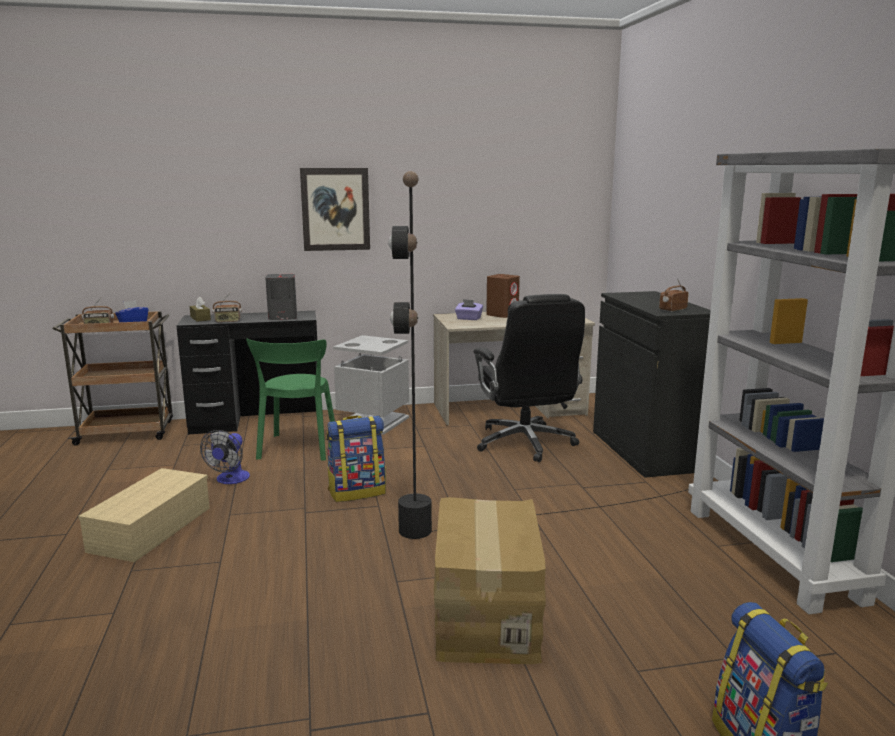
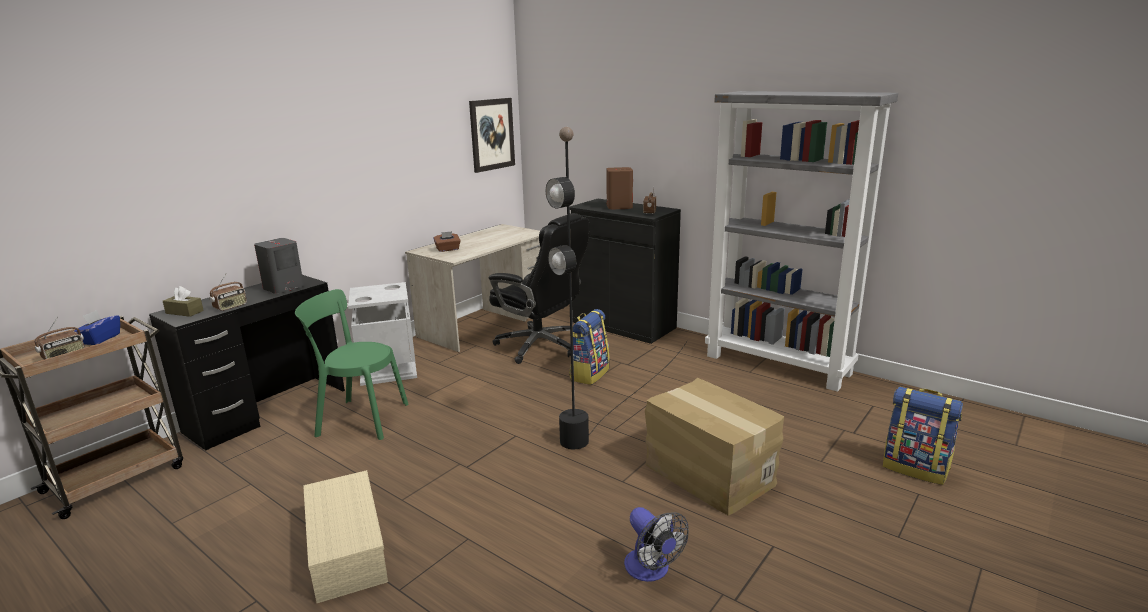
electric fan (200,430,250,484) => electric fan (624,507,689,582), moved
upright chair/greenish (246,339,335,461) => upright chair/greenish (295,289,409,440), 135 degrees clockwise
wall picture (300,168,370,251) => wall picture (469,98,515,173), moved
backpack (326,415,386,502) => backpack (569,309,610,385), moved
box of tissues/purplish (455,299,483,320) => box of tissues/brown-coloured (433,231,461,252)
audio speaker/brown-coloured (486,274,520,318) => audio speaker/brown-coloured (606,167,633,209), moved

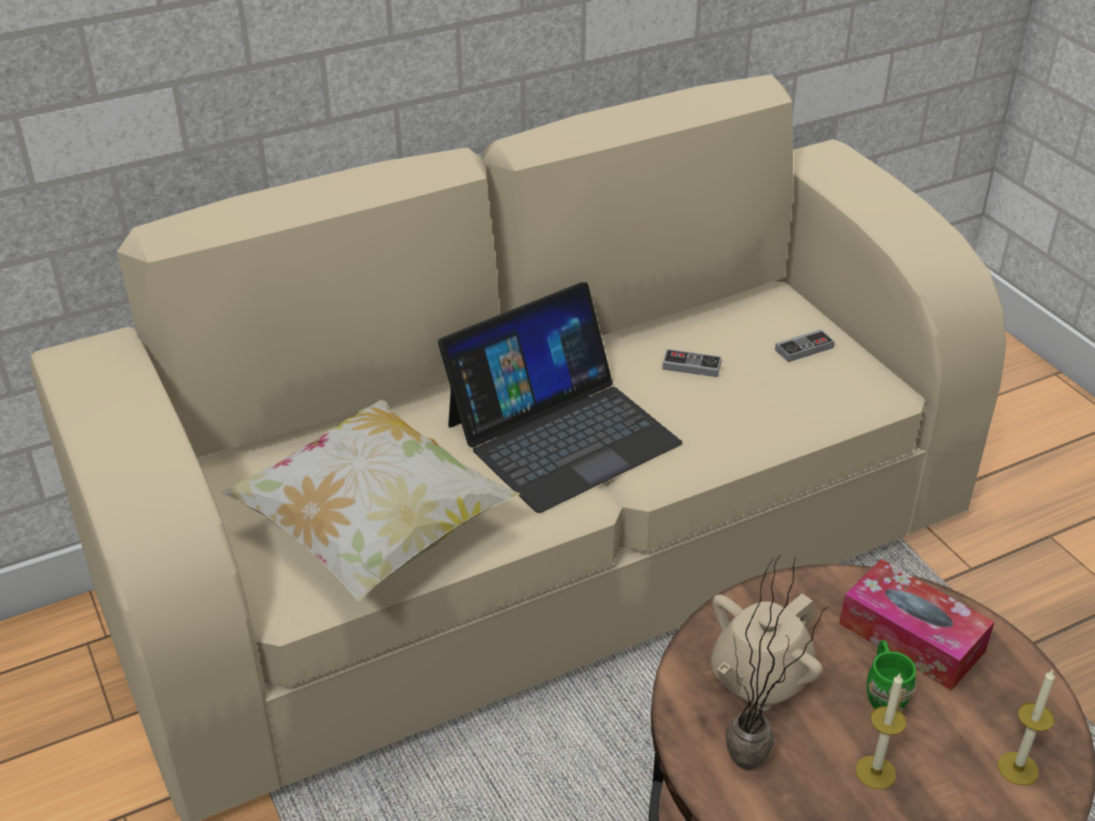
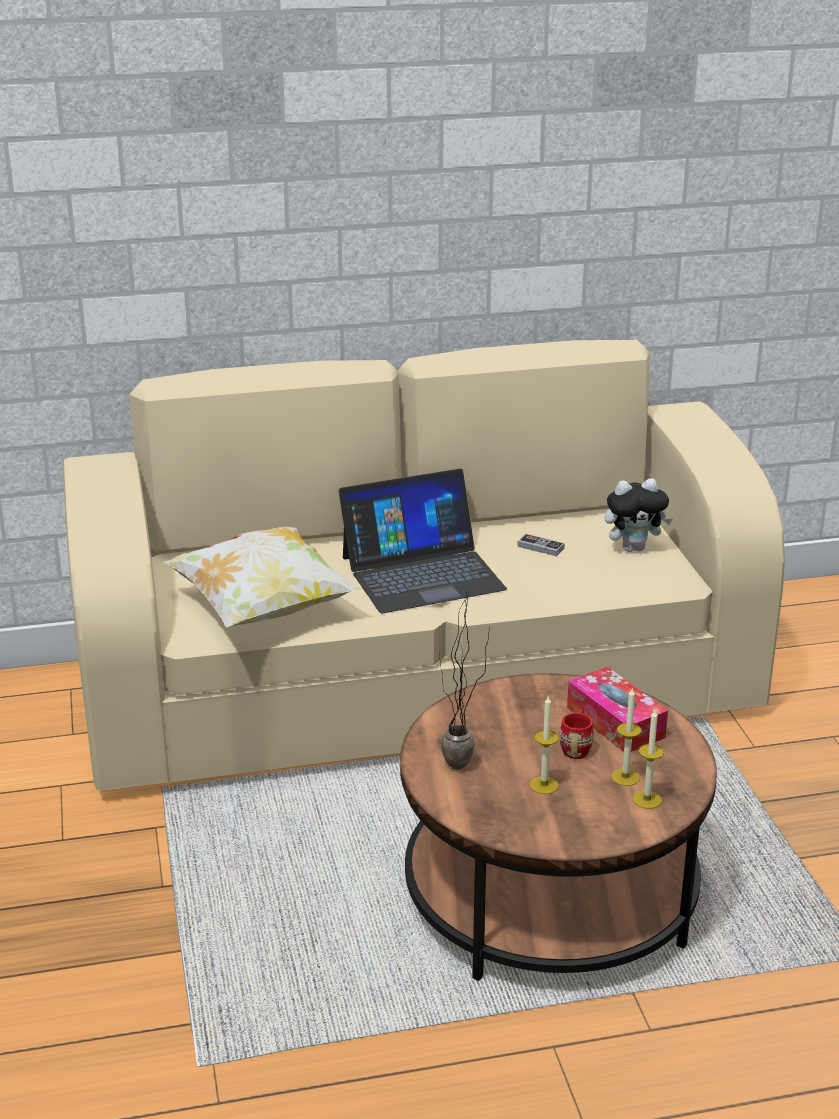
tea pot/beige-coloured (711,593,823,711) => nothing
joypad (775,329,835,362) => plush toy (605,478,673,552)
coffee mug/greenish (867,640,916,711) => coffee mug/red-coloured (559,709,594,759)
nothing => wax candle (611,687,642,786)

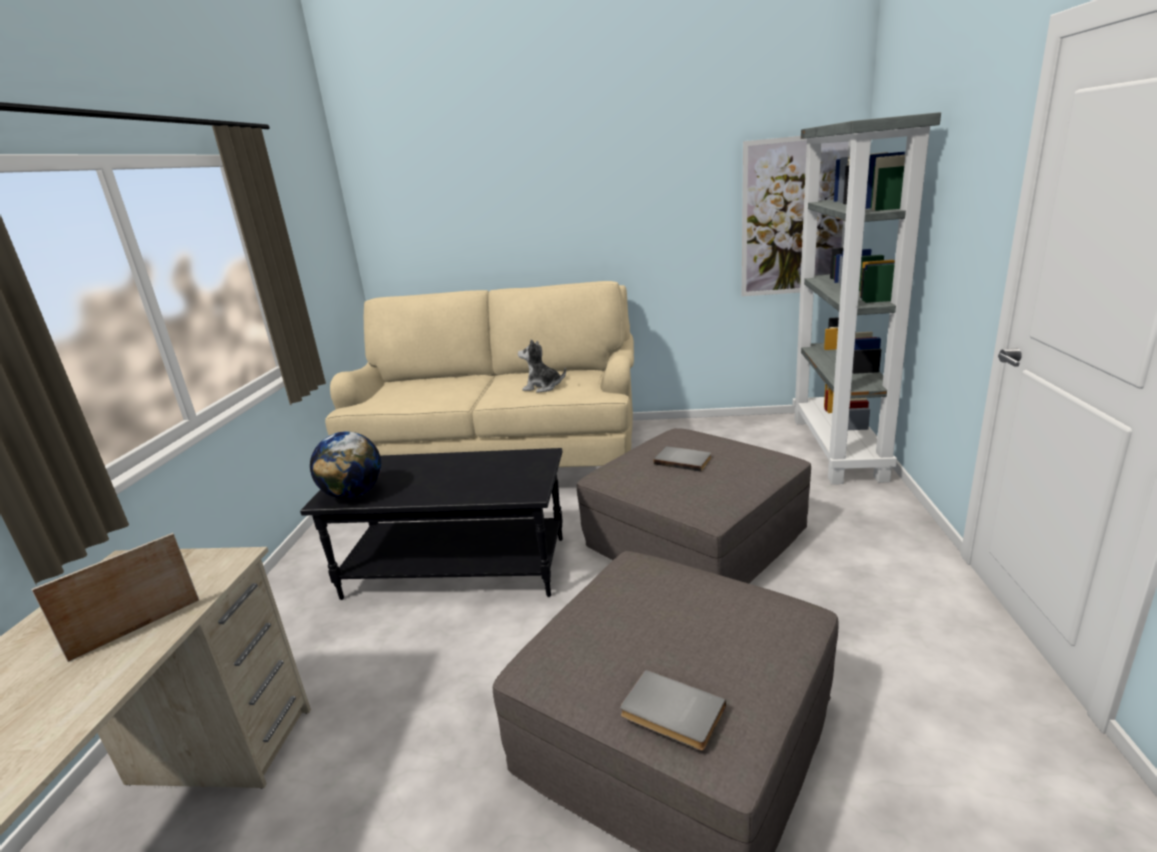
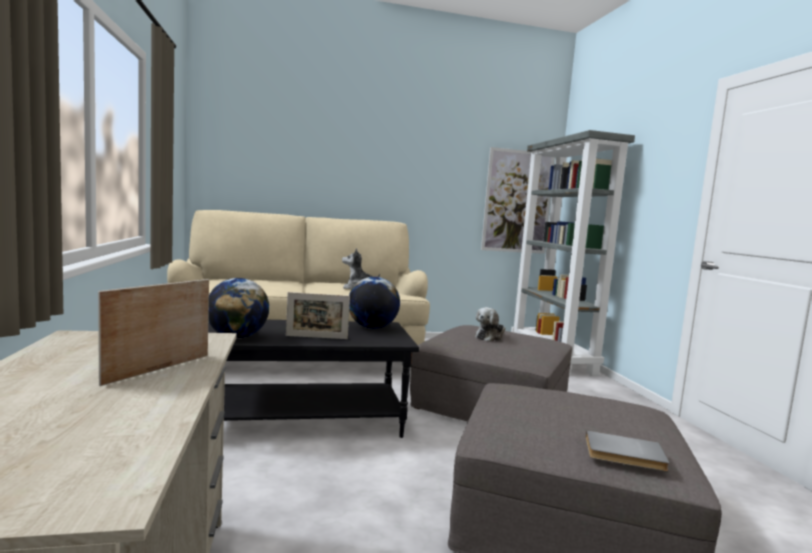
volume/gray (654,446,712,472) => plush toy (475,307,506,342)
nothing => picture frame (286,292,350,339)
nothing => desk globe (349,277,400,329)

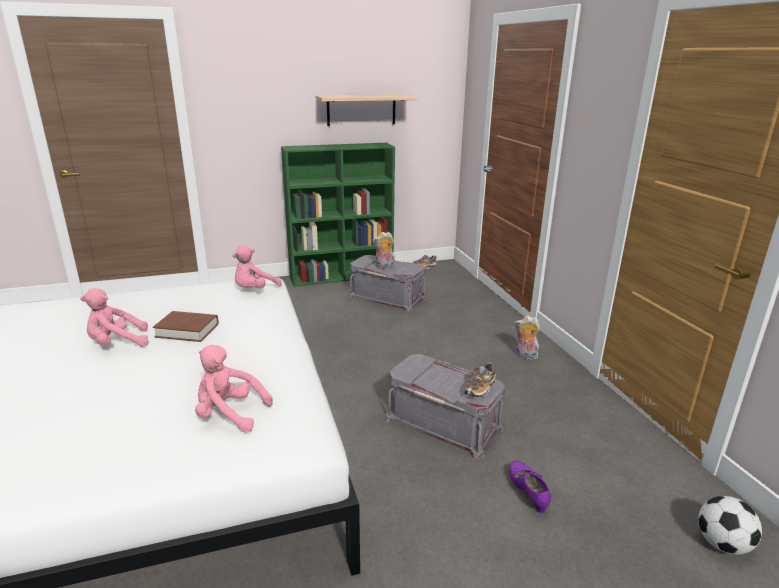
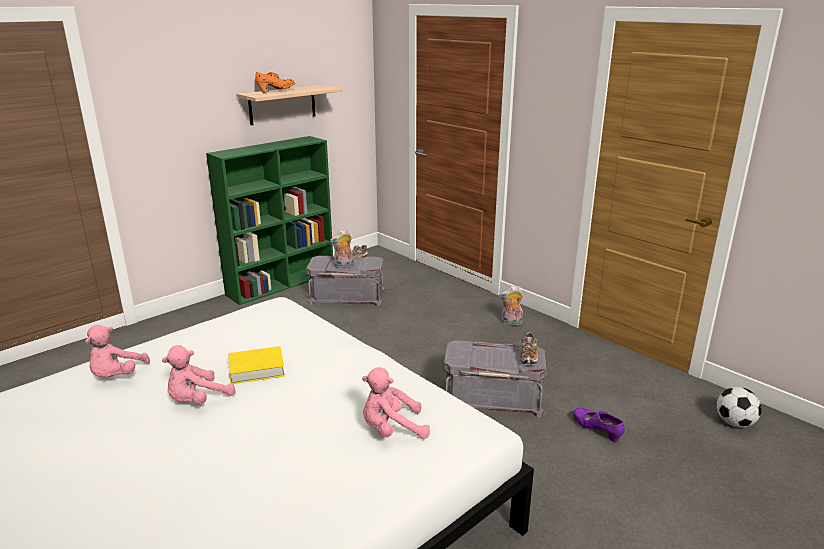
volume/brown-coloured (153,311,219,342) => volume/yellow (228,346,285,384)
plush toy/pink-coloured (233,245,282,289) => plush toy/pink-coloured (85,324,150,378), moved
nothing => item of footwear/orangey (255,72,295,93)

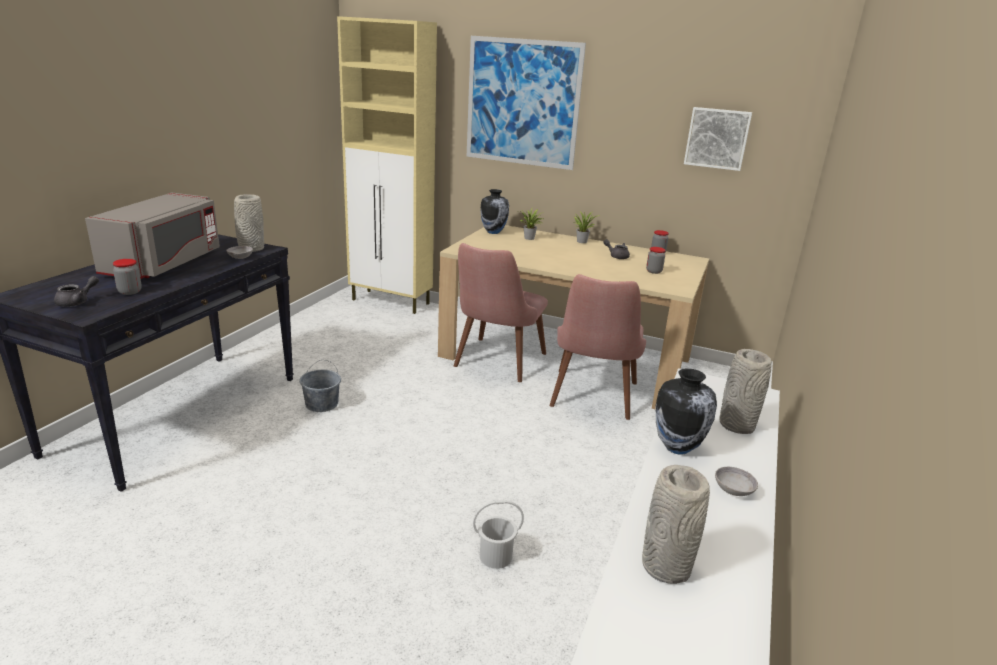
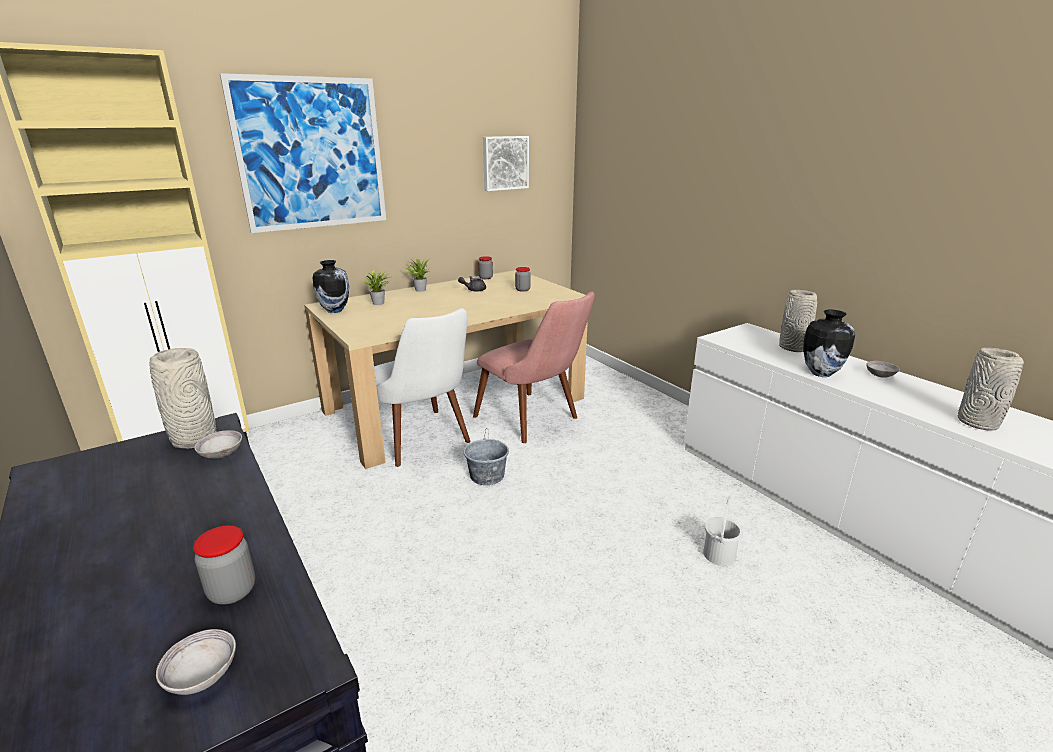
tea pot/gray (54,276,99,307) => serving bowl/gray (156,629,236,695)
microwave/gray (85,192,220,279) => nothing
water bucket/gray (299,360,341,412) => water bucket/gray (464,428,509,485), moved
upright chair/pink-coloured (454,243,548,382) => upright chair/white-coloured (374,308,471,467)

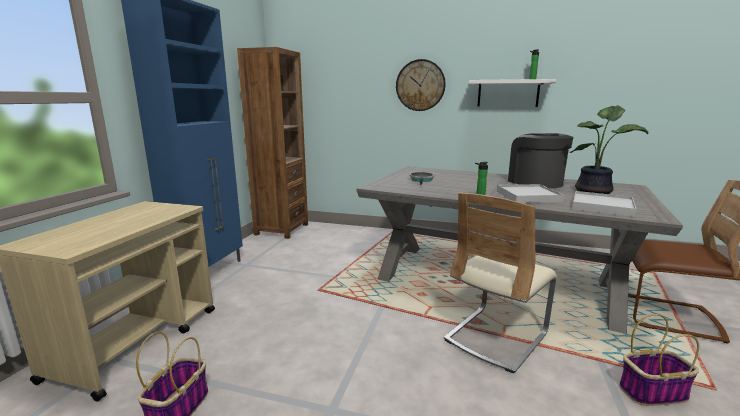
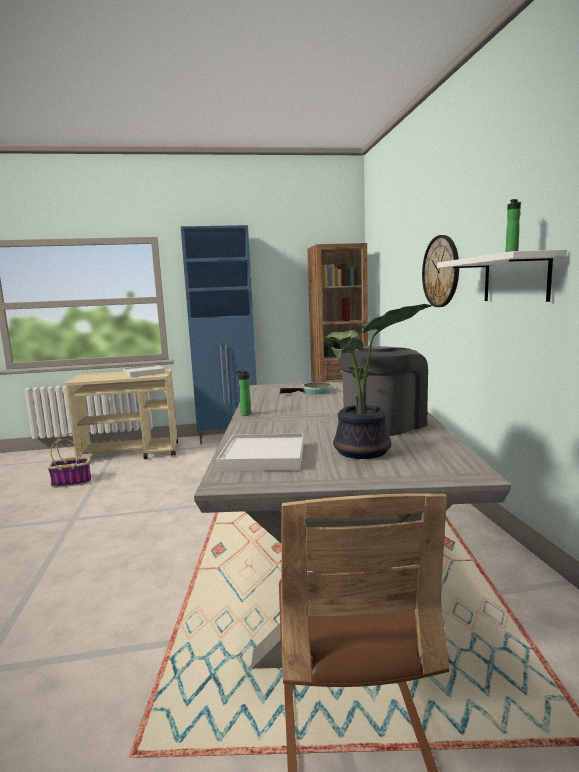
upright chair/beige-coloured (444,193,557,373) => nothing
carrying tray/white-coloured (497,184,564,203) => carrying tray/white-coloured (123,364,165,377), moved
basket (619,314,699,406) => nothing

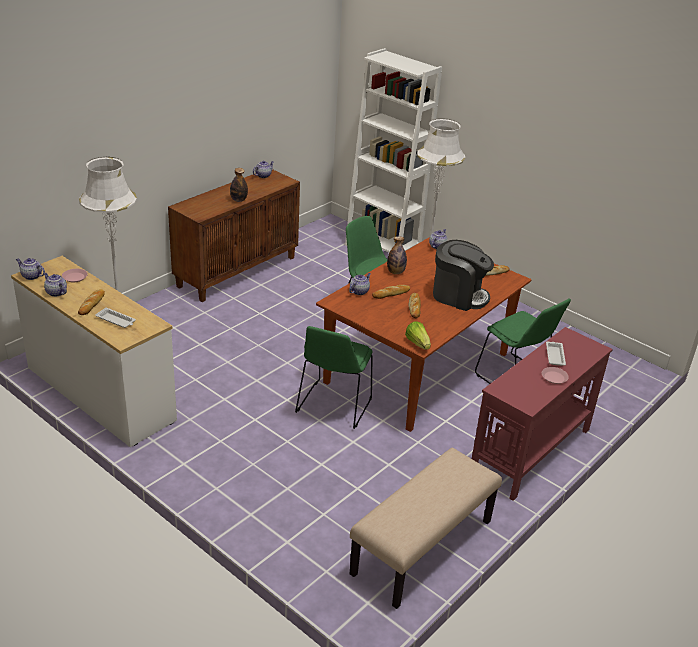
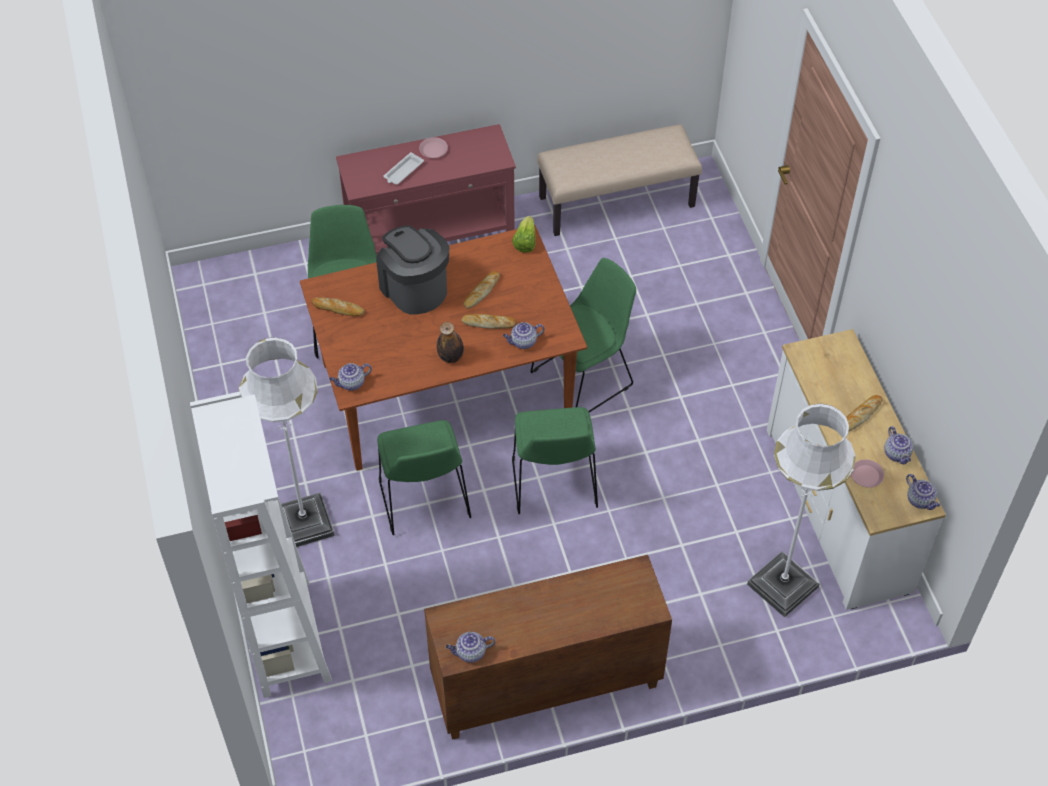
carrying tray/white-coloured (95,307,136,328) => nothing
beverage bottle (230,168,248,202) => nothing
nothing => upright chair/greenish (512,407,598,514)

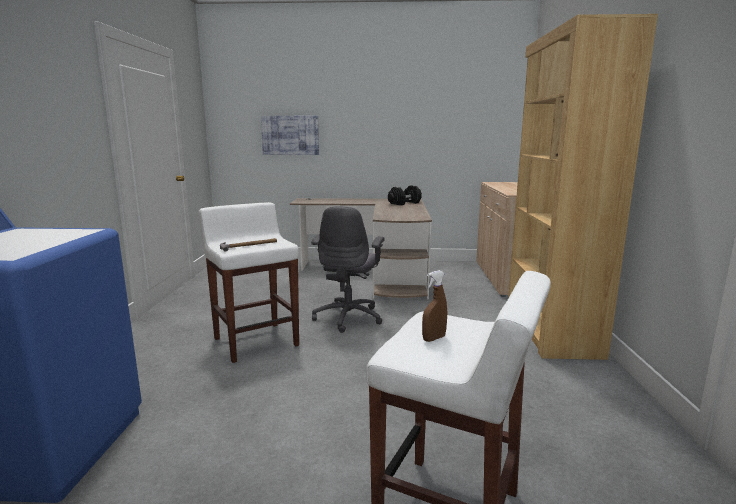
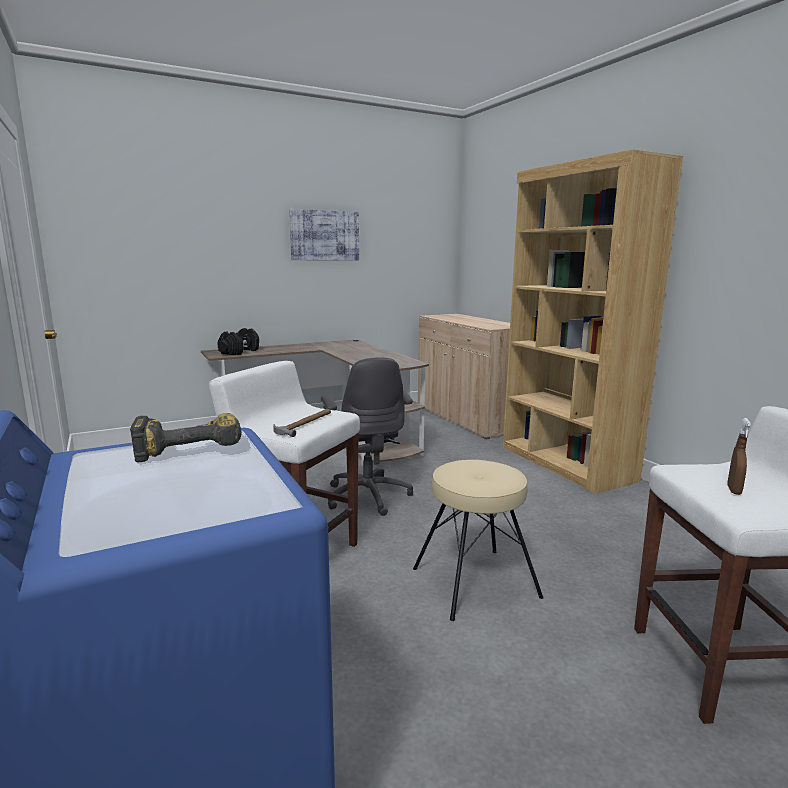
wall picture (261,116,319,155) => wall picture (289,209,359,260), moved
hand weight/black (388,185,422,205) => hand weight/black (217,328,259,355), moved
nothing => drill (130,413,242,462)
nothing => stool seat/beige-coloured (413,460,543,621)

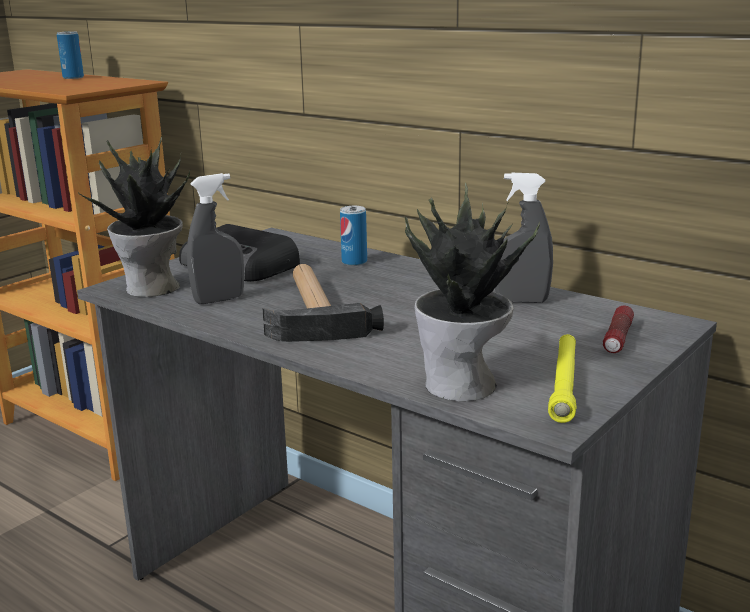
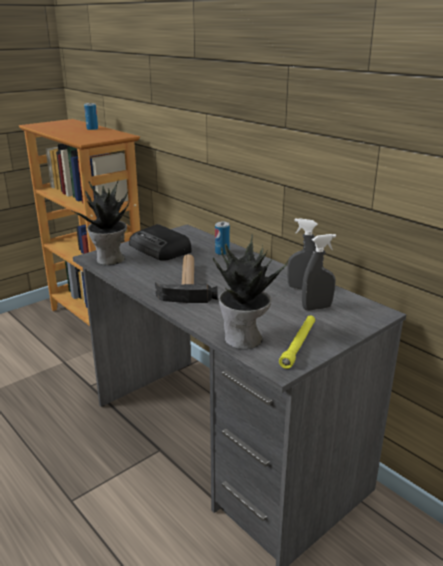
sprayer/gray (187,173,244,304) => sprayer/gray (302,234,336,310), moved
torch (603,305,634,353) => nothing

